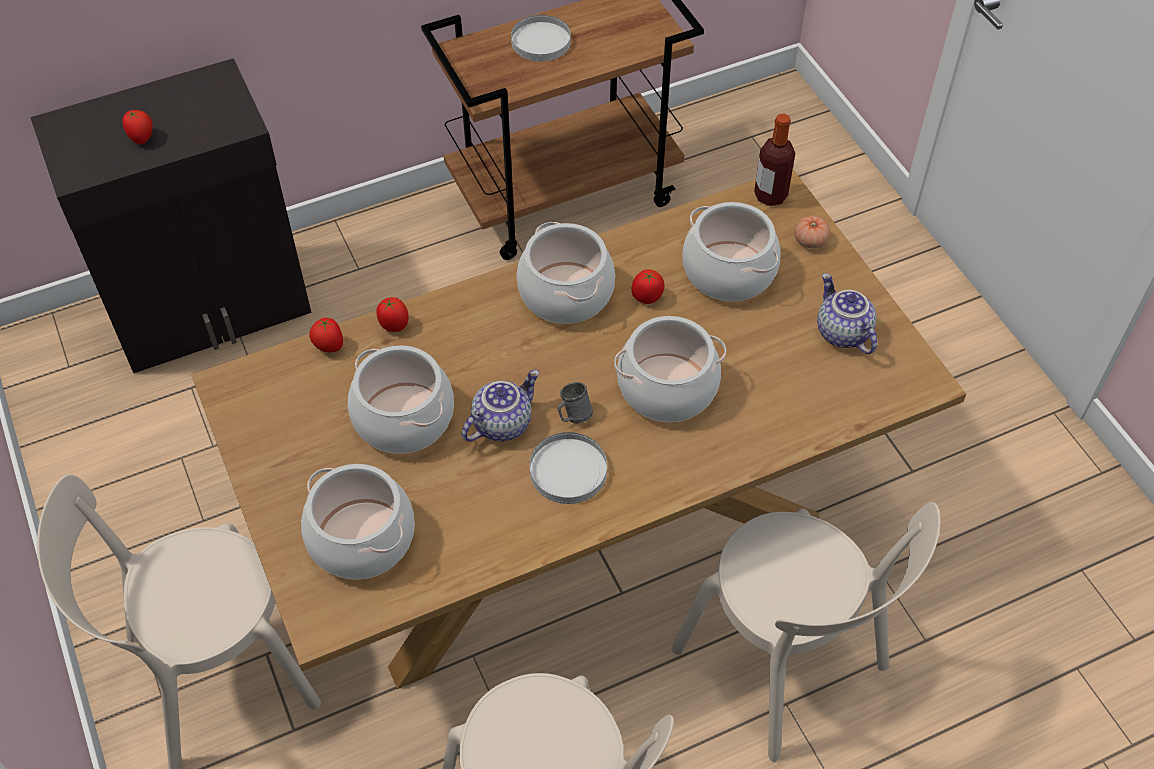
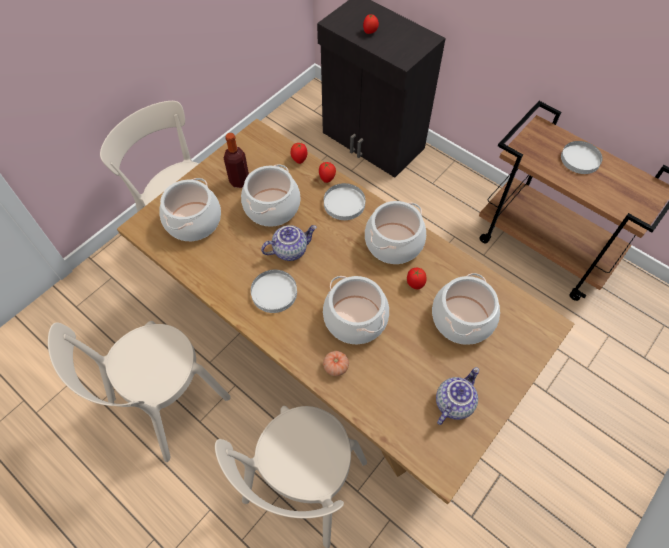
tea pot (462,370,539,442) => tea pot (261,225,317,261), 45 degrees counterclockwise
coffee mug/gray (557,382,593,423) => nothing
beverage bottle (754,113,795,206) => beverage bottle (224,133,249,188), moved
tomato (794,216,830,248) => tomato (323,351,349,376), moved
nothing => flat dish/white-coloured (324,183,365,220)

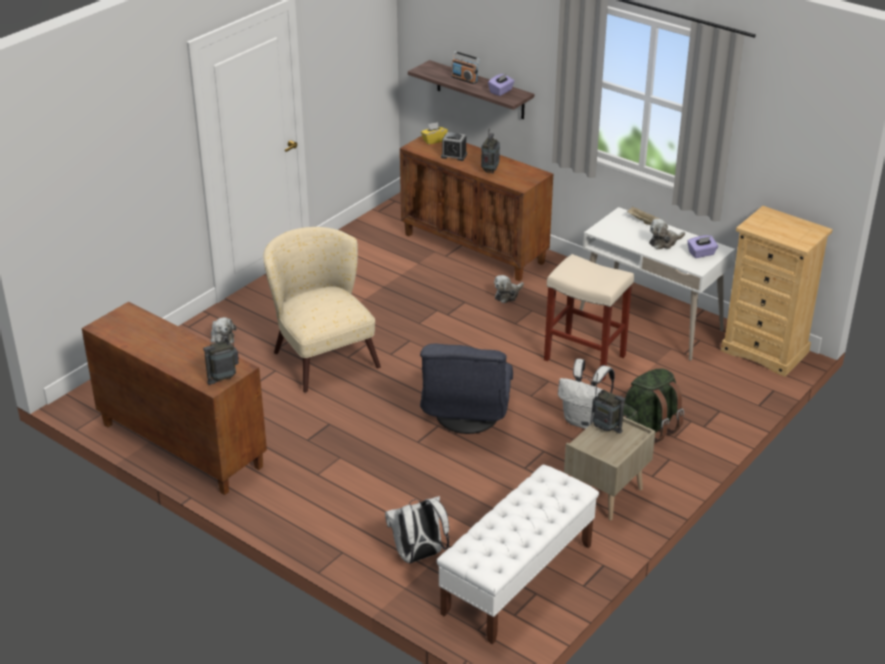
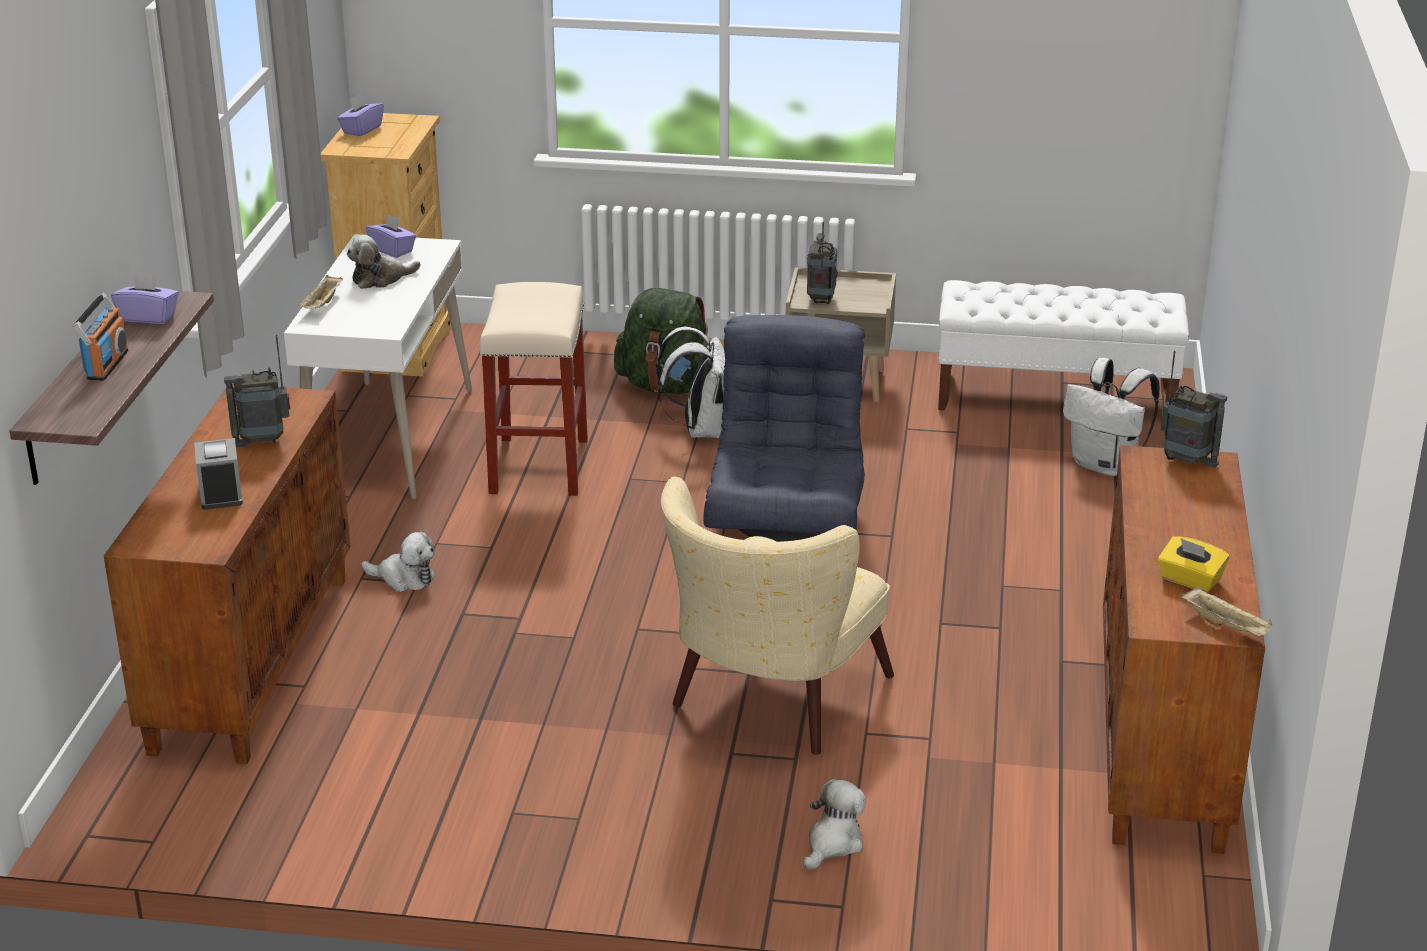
lounge chair/gray (420,343,513,434) => lounge chair/gray (704,315,865,542), 60 degrees counterclockwise
box of tissues/yellow (421,122,448,145) => box of tissues/yellow (1158,536,1230,593), moved
plush toy (649,219,685,250) => plush toy (347,235,421,289), 120 degrees clockwise
nothing => box of tissues/purplish (338,94,384,136)
nothing => carrying tray/beige-coloured (1182,588,1272,636)

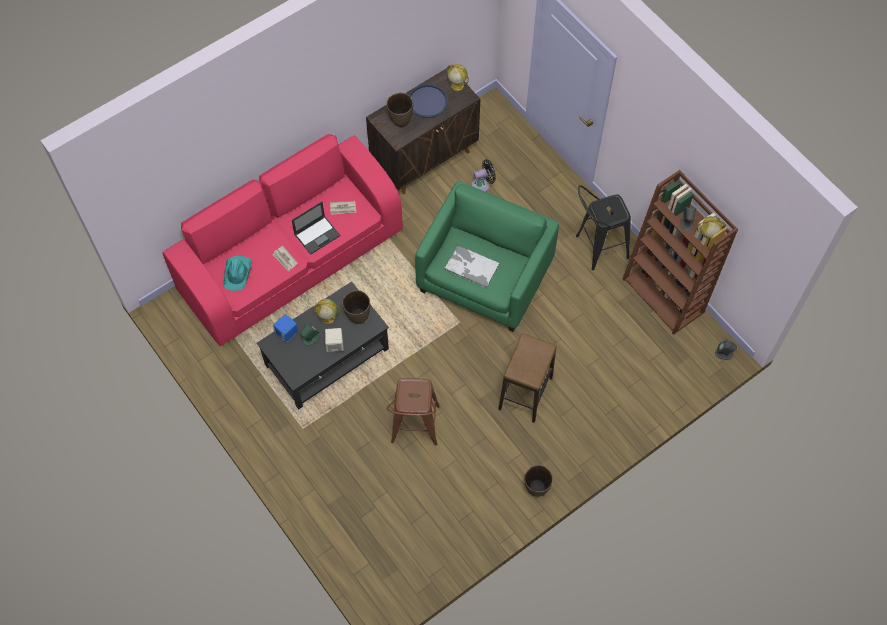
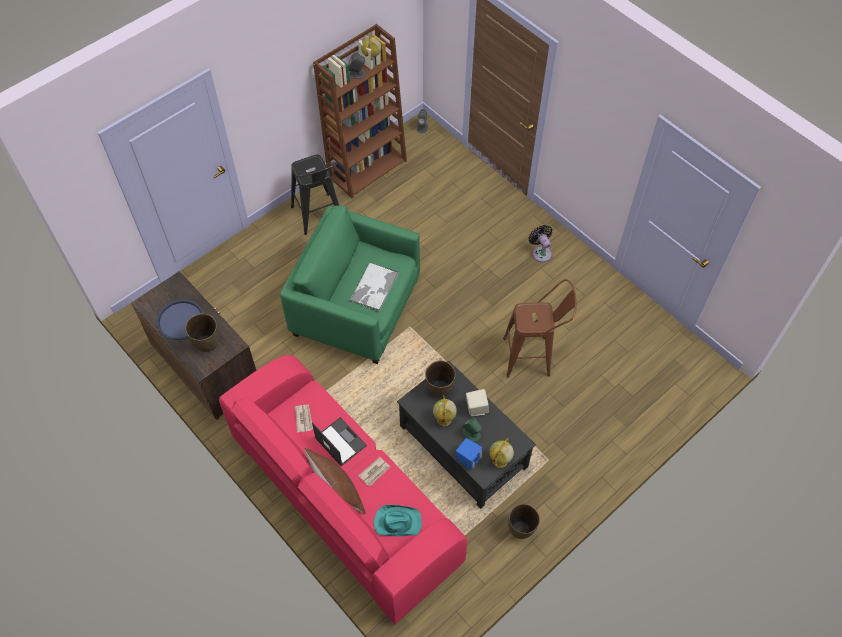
desk globe (447,64,469,91) => desk globe (489,438,514,468), moved
electric fan/black (471,159,496,192) => electric fan/black (529,225,552,262), moved
stool seat (499,333,557,423) => nothing
decorative vase/brown-coloured (524,465,553,497) => decorative vase/brown-coloured (508,504,540,539), moved
nothing => pillow/brown-coloured (304,448,365,514)

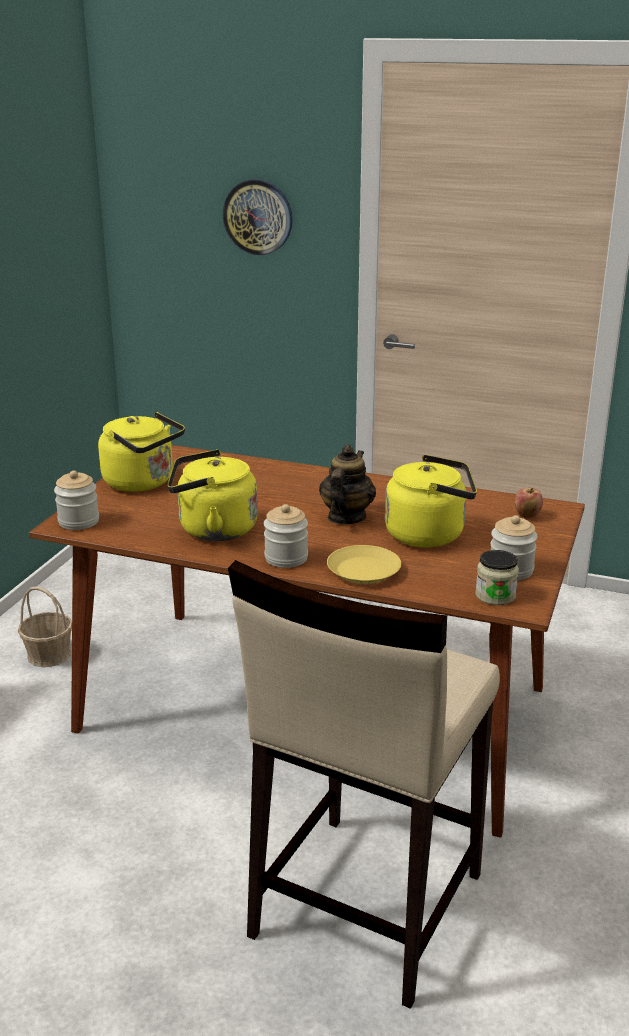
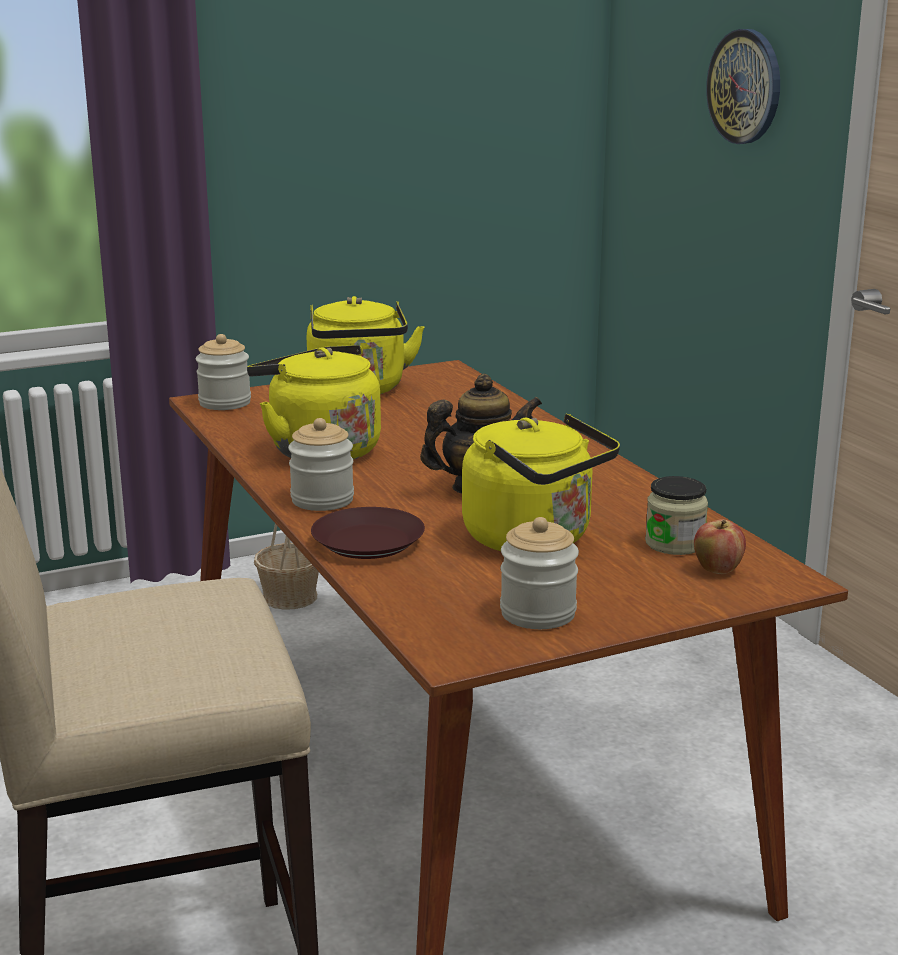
flat dish/yellow (327,545,401,584) => flat dish/brown-coloured (311,507,425,559)
preserve jar (475,550,519,605) => preserve jar (645,476,708,555), moved

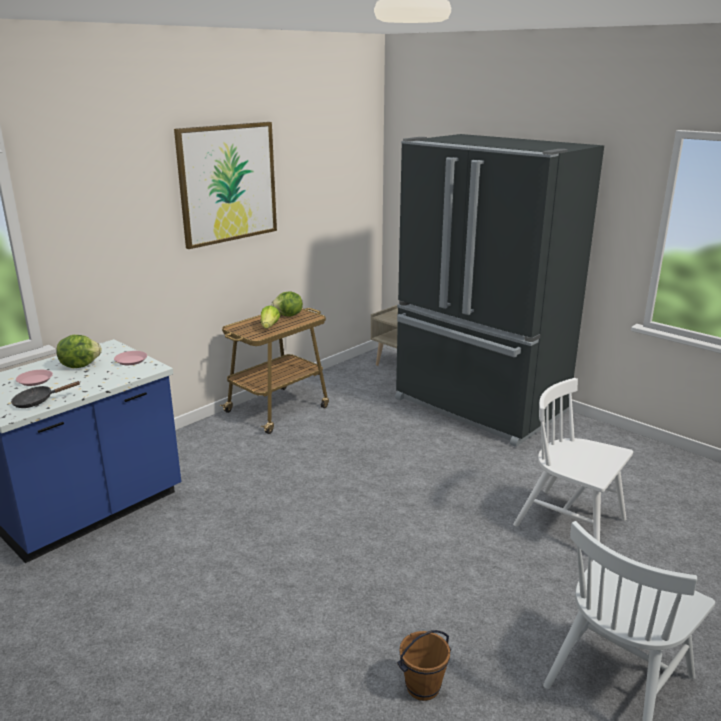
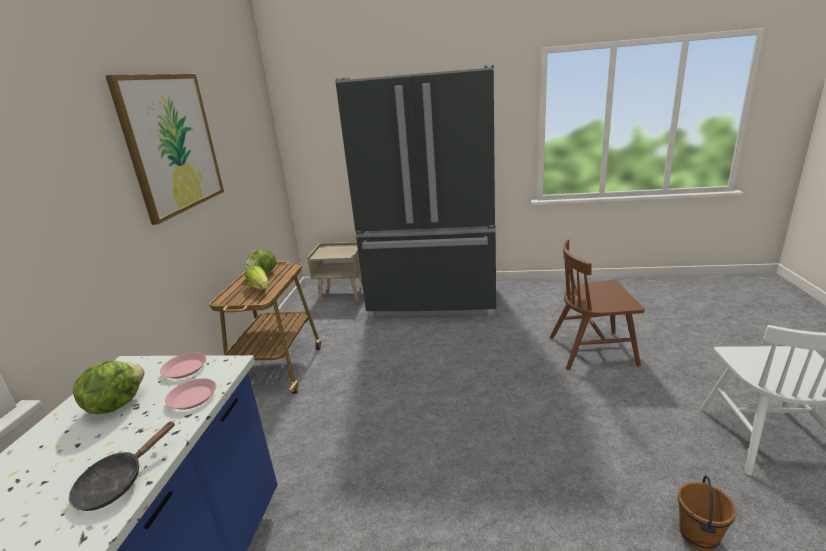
flat dish/pink-coloured (16,370,53,386) => flat dish/pink-coloured (165,378,216,410), moved
upright chair/white-coloured (513,378,633,542) => upright chair/brown-coloured (550,239,644,370)

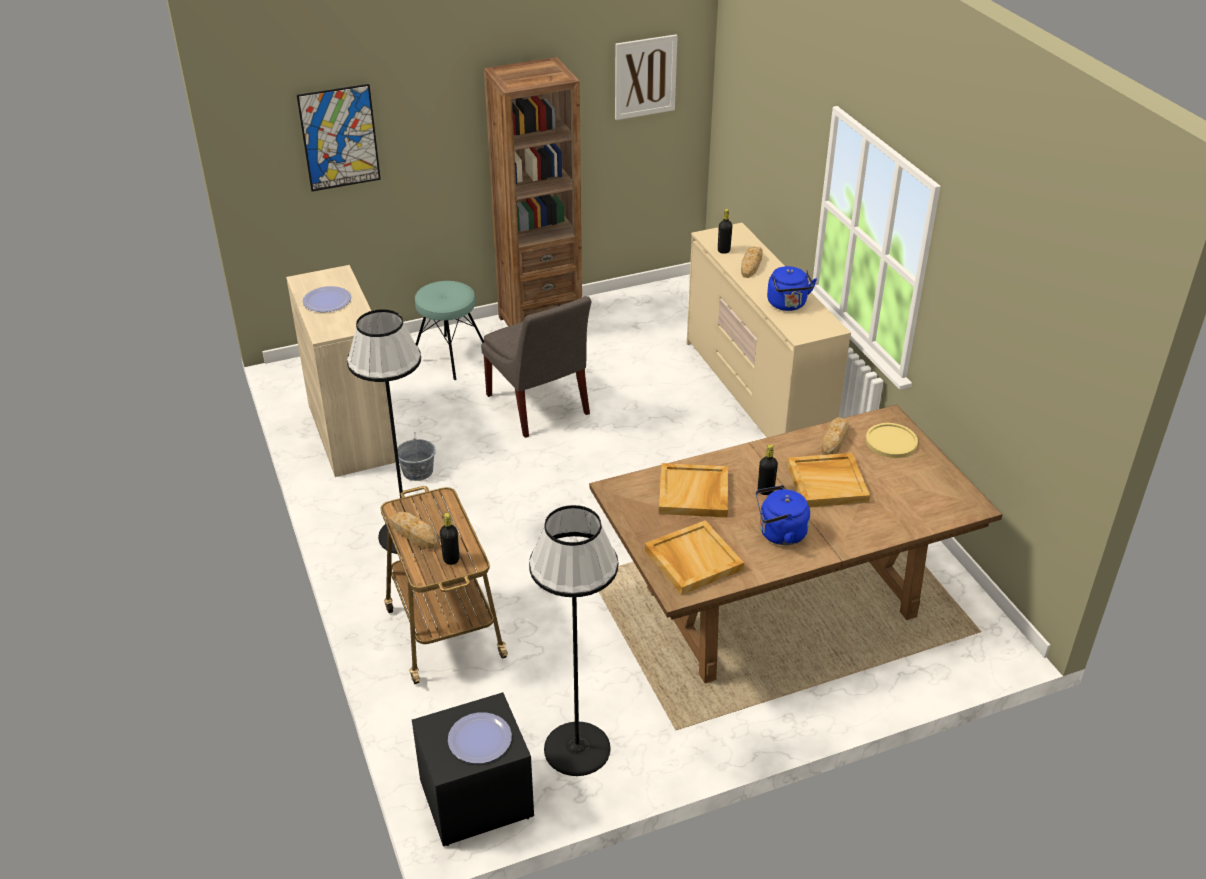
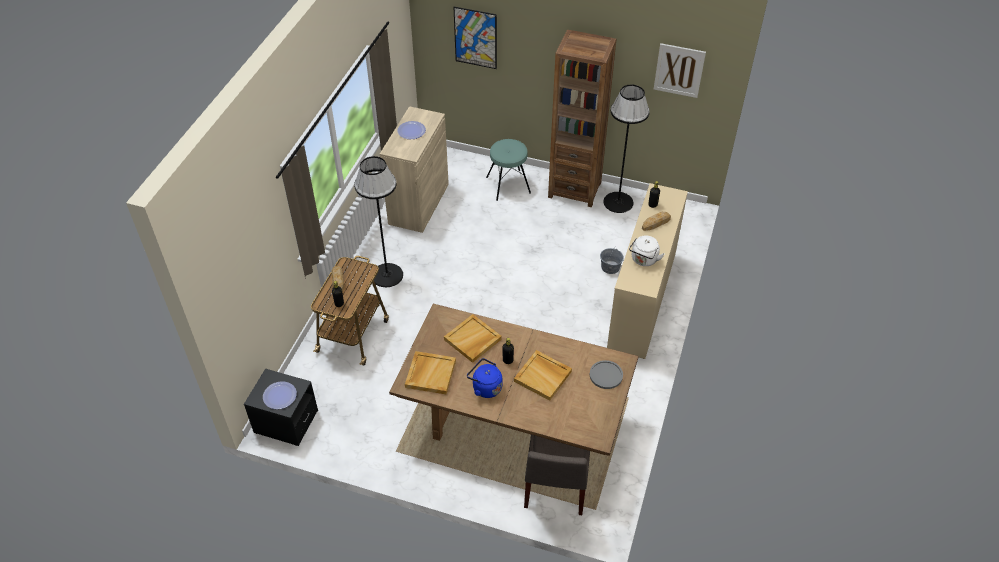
water bucket/gray (397,433,436,481) => water bucket/gray (600,248,624,274), moved
upright chair/gray (481,296,592,438) => upright chair/gray (524,435,590,515), moved
standing lamp/black (529,505,618,776) => standing lamp/black (603,85,650,213), moved
water kettle/blue (767,266,817,311) => water kettle/white-coloured (629,235,664,266)
baked bread (821,418,849,455) => nothing
flat dish/yellow (866,423,918,458) => flat dish/gray (590,360,623,389)

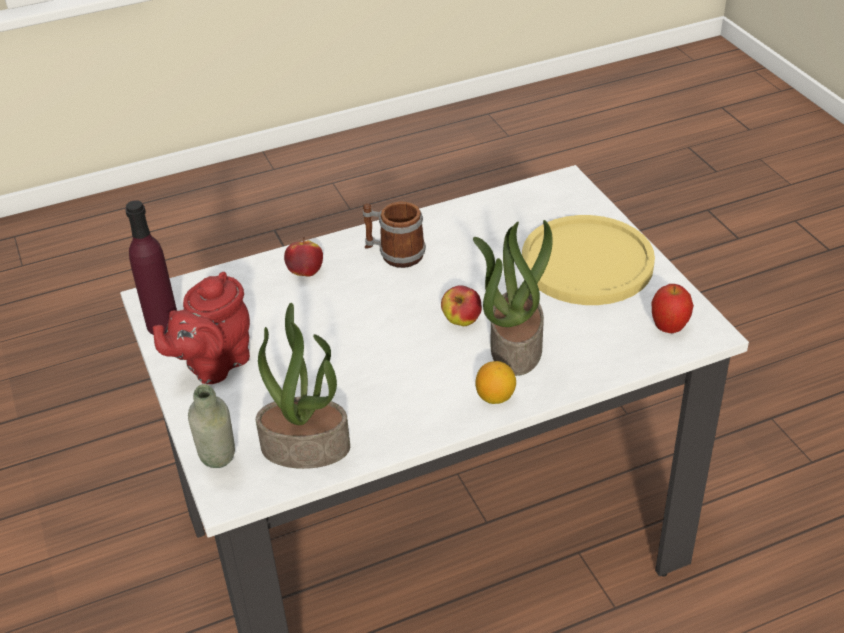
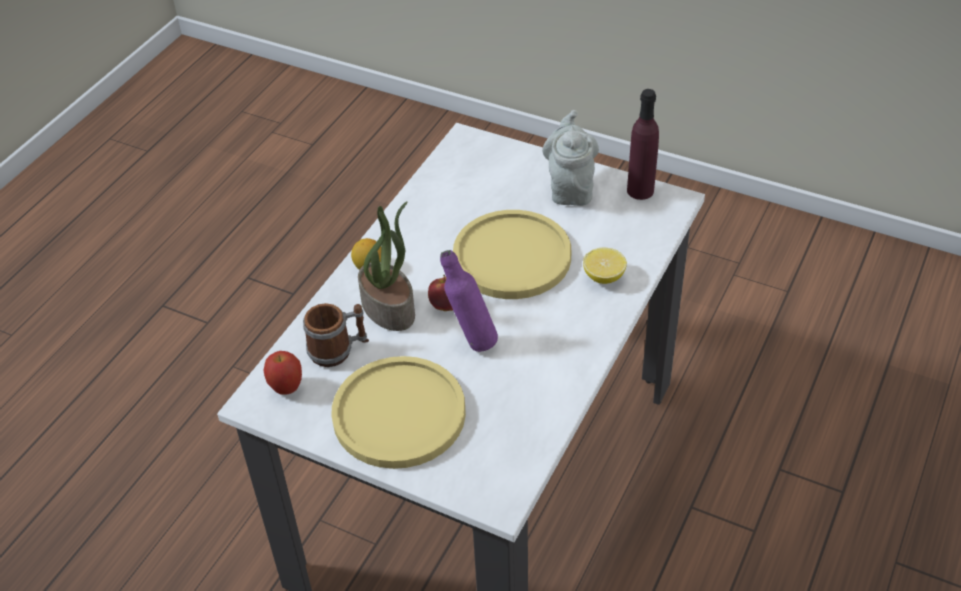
tea pot/red-coloured (152,272,250,384) => tea pot/gray (542,110,599,206)
beverage bottle/gray (188,384,235,468) => nothing
potted plant (256,303,350,469) => nothing
apple fruit (284,237,323,277) => citrus fruit (583,248,627,284)
coffee mug (363,202,426,268) => coffee mug (303,303,369,367), moved
nothing => beverage bottle/purplish (440,250,498,352)
nothing => flat dish/yellow (453,210,571,299)

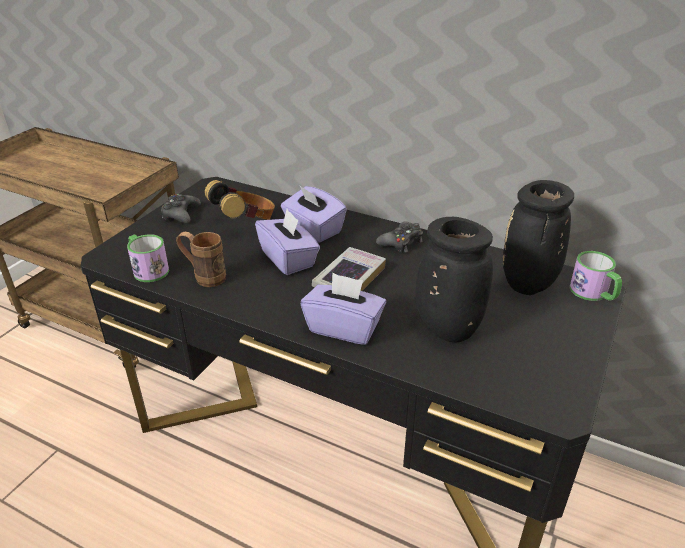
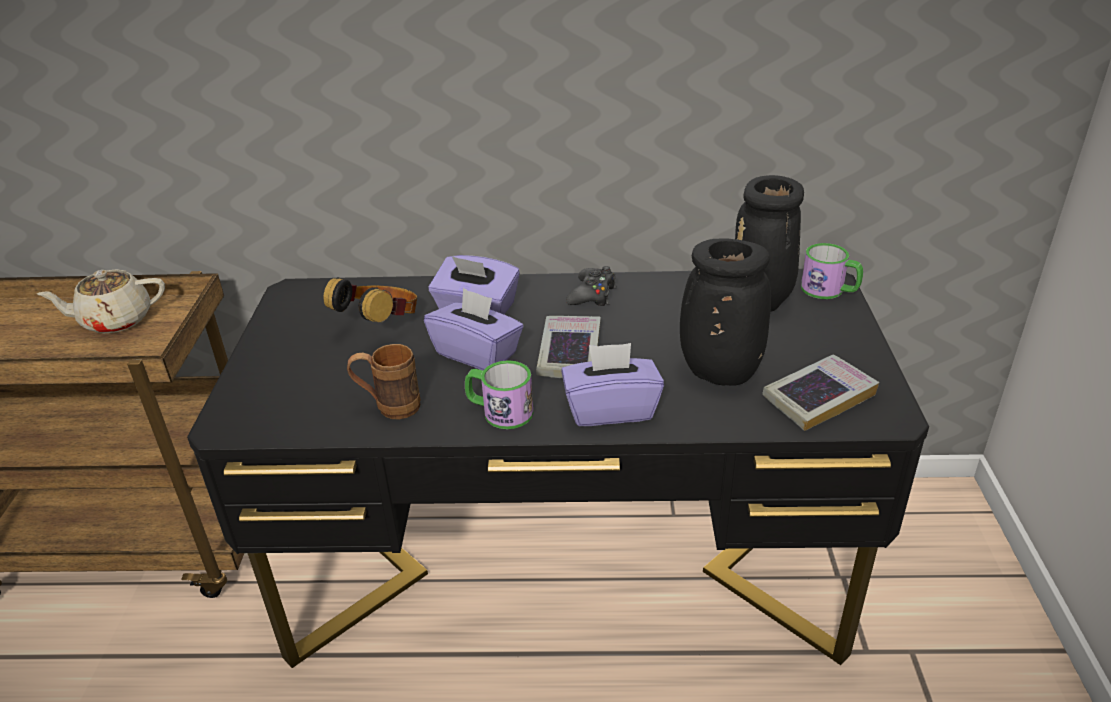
coffee mug (127,234,169,282) => coffee mug (465,360,533,429), moved
joypad/black (161,194,201,223) => nothing
nothing => tea pot/beige-coloured (37,269,165,333)
nothing => volume (762,355,879,431)

